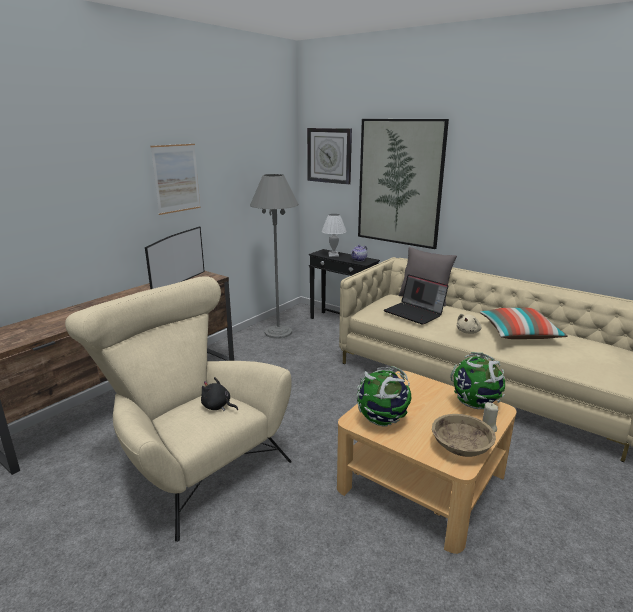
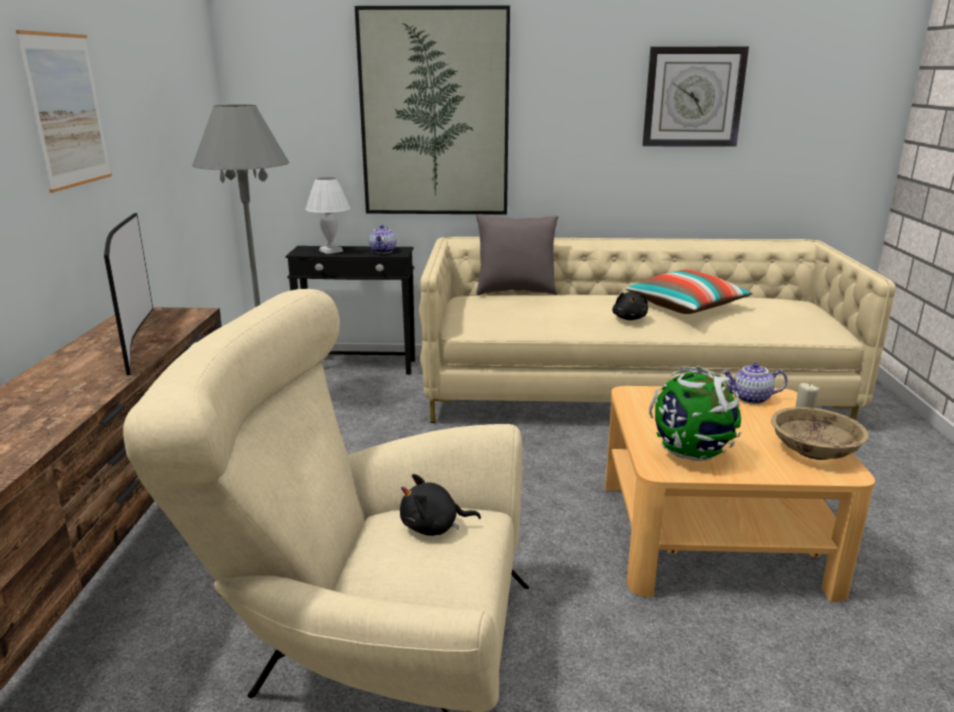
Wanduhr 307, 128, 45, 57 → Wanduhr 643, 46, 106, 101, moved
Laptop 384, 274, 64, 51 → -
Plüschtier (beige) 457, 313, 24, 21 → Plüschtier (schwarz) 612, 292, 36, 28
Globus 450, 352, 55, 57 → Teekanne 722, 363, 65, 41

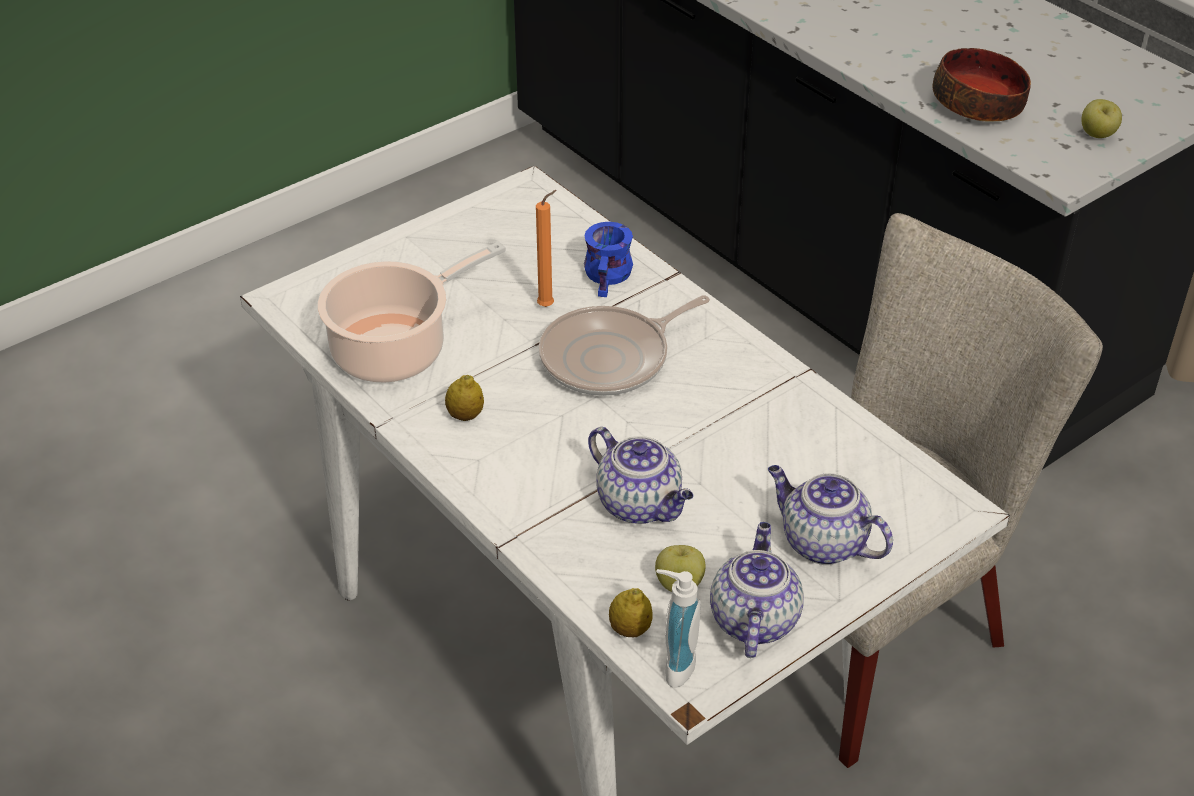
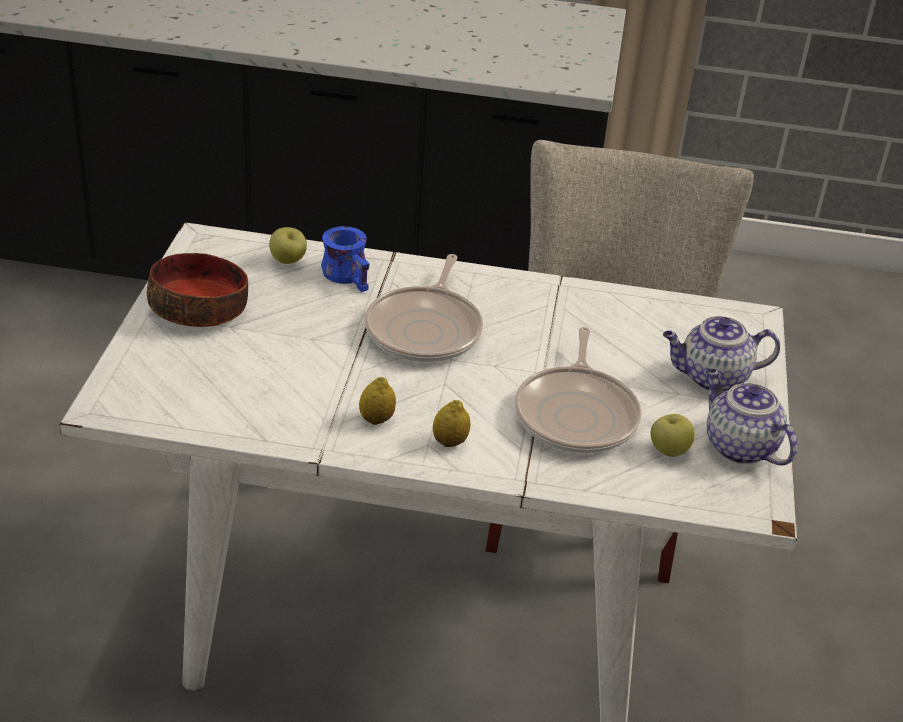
Schüssel 932, 48, 99, 73 → Schüssel 147, 253, 101, 74, moved
Apfel 1081, 99, 41, 39 → Apfel 269, 227, 38, 37, moved
Kerze (orange) 536, 190, 21, 117 → -
Kochtopf 317, 242, 189, 141 → -
Teekanne 588, 427, 105, 97 → Pfanne 515, 327, 127, 127
Seifenspender 656, 569, 45, 119 → -
Zitrone 609, 588, 44, 49 → Zitrone 433, 400, 37, 47, moved

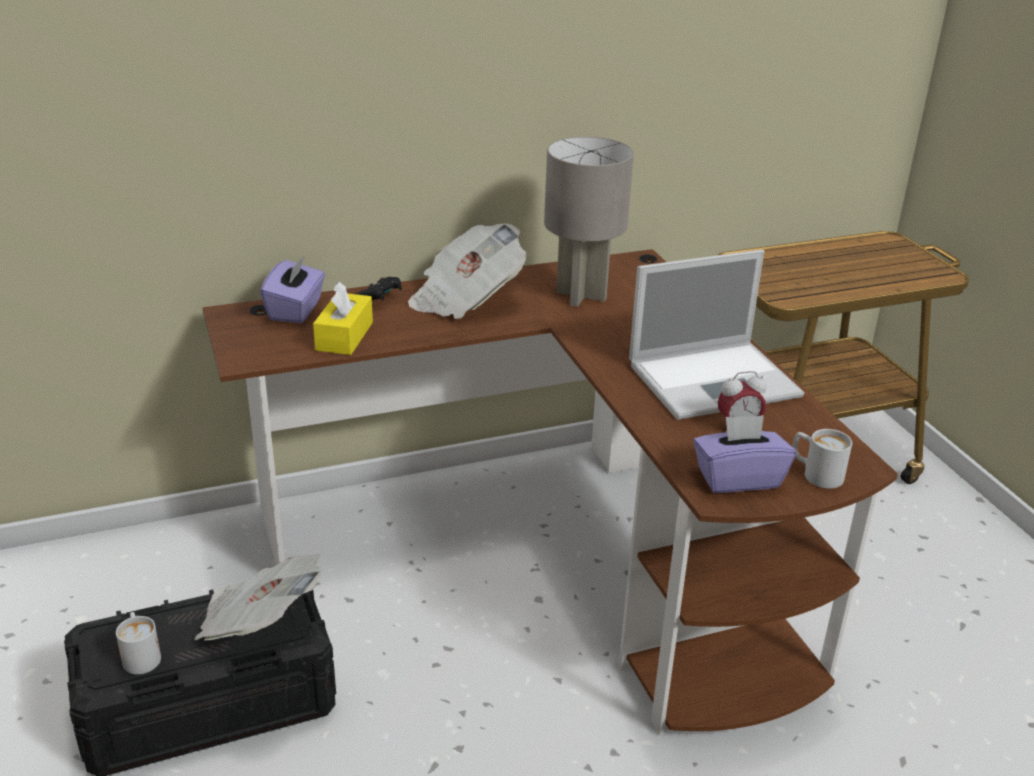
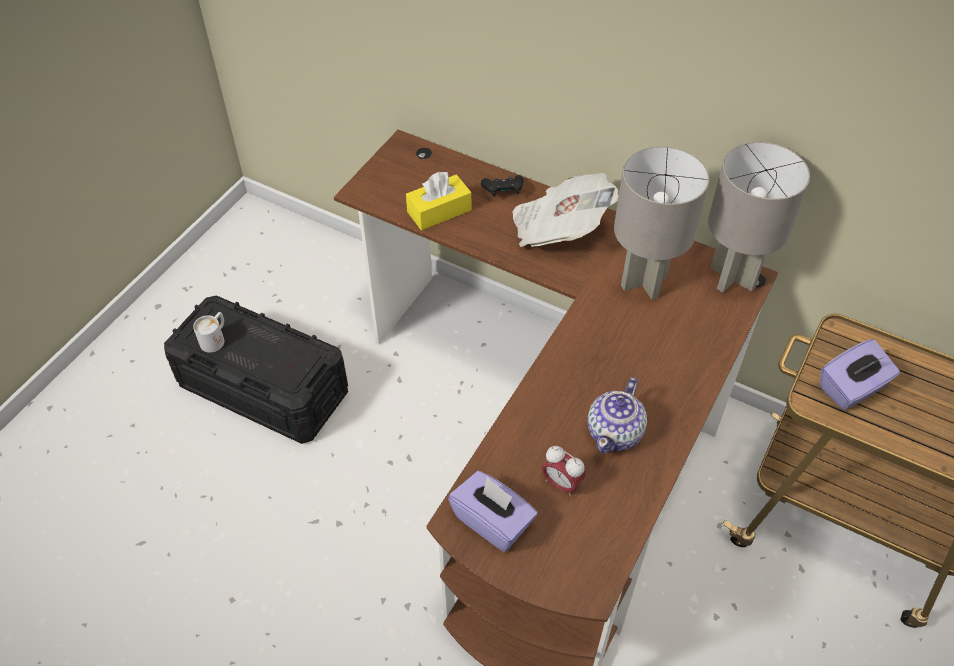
Laptop 629, 250, 175, 170 → Teekanne 587, 377, 60, 76
Taschentuchbox (lila) 260, 256, 65, 67 → Taschentuchbox (lila) 820, 339, 80, 71, moved
Henkelbecher (weiß) 793, 429, 59, 60 → -
Zeitung 194, 554, 127, 87 → -
- → Tischlampe (grau) 708, 142, 102, 150

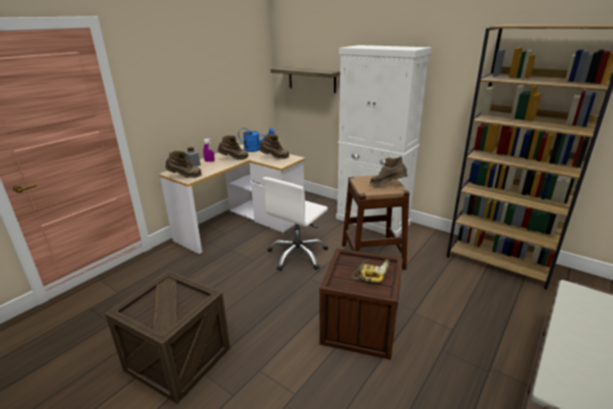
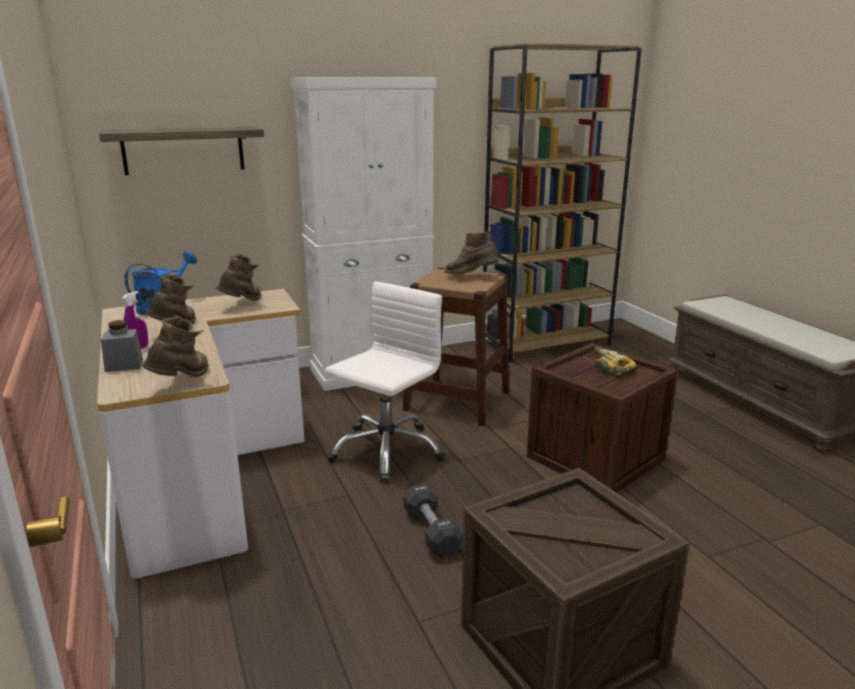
Stiefel (braun) 370, 156, 38, 28 → Stiefel (braun) 445, 231, 54, 43, 60 degrees clockwise
Bürostuhl (weiß) 263, 177, 65, 94 → Bürostuhl (weiß) 325, 282, 120, 201, 120 degrees counterclockwise
- → Hantel (schwarz) 403, 483, 60, 75

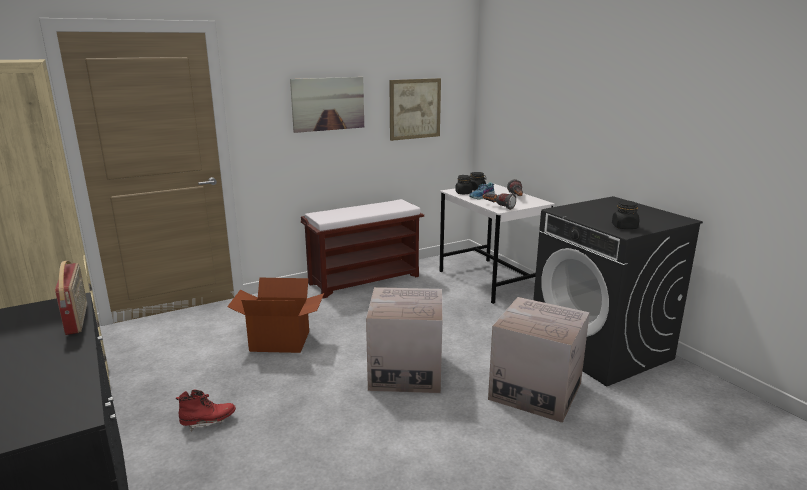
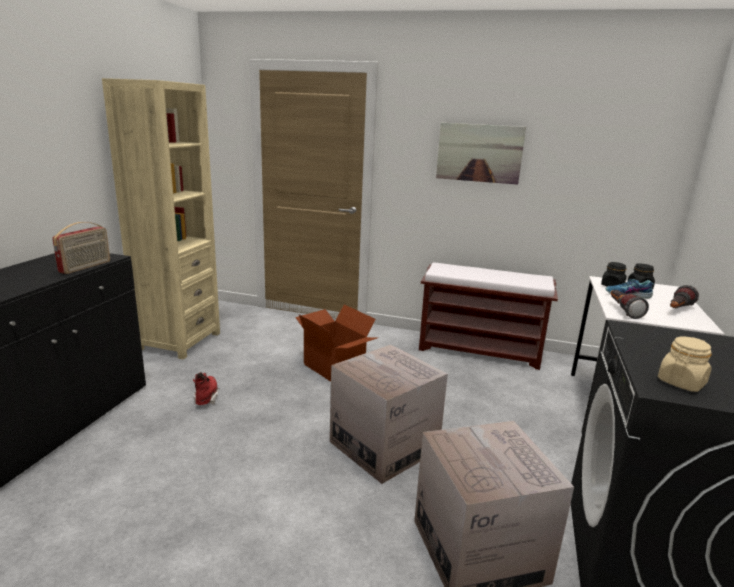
Bild 389, 78, 52, 63 → -
Vorratsglas (schwarz) 612, 200, 27, 29 → Vorratsglas (beige) 658, 336, 54, 56
Stiefel (rot) 176, 390, 60, 42 → Stiefel (rot) 193, 372, 27, 33, 120 degrees counterclockwise

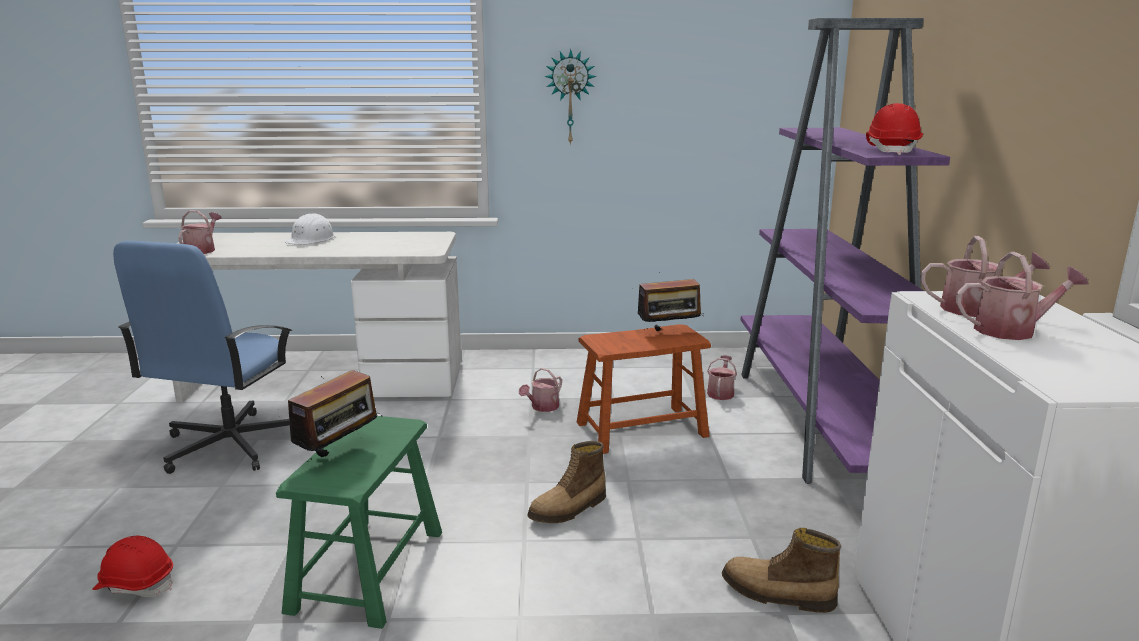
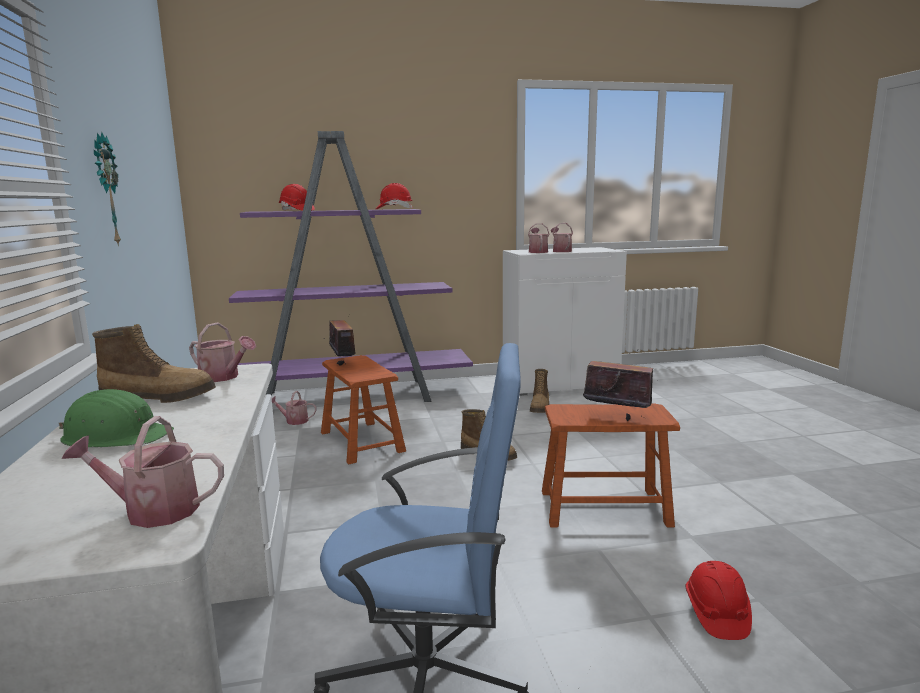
Schutzhelm (weiß) 285, 213, 50, 32 → Schutzhelm (grün) 59, 389, 115, 58
Gießkanne 519, 368, 43, 44 → Gießkanne 189, 323, 67, 59, moved
Hocker (grün) 276, 416, 166, 213 → Hocker (braun) 542, 404, 138, 124
- → Schutzhelm (rot) 279, 184, 36, 27
- → Stiefel 92, 324, 124, 79

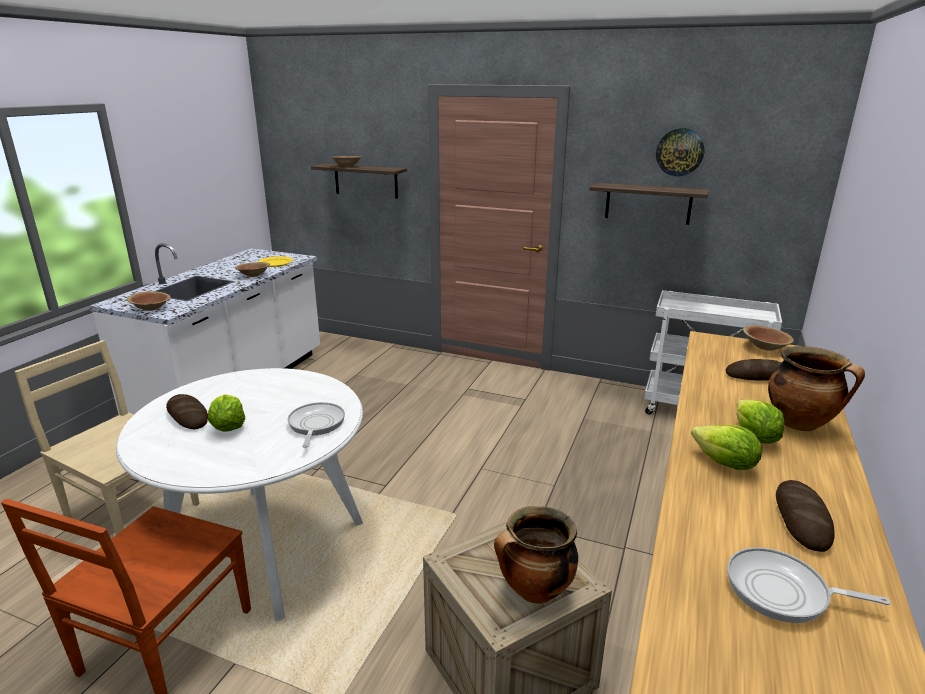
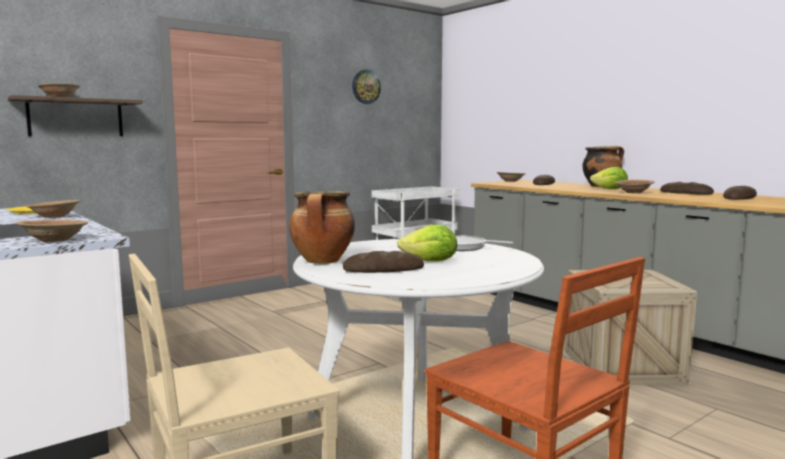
Wandregal 590, 183, 119, 42 → -
Salatkopf 691, 425, 71, 45 → Schüssel (braun) 615, 180, 39, 13
Kochtopf 494, 506, 84, 98 → Kochtopf 289, 191, 66, 73, moved
Pfanne 727, 547, 164, 76 → Brot 723, 186, 34, 14

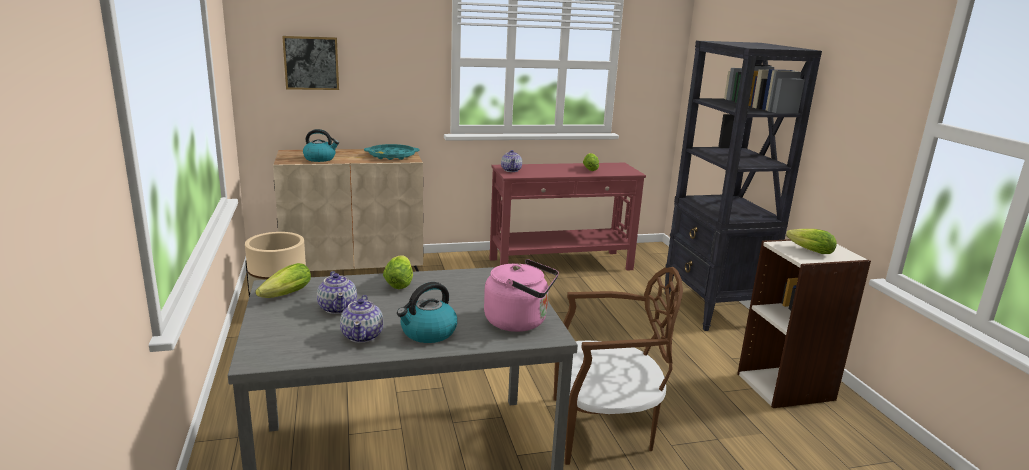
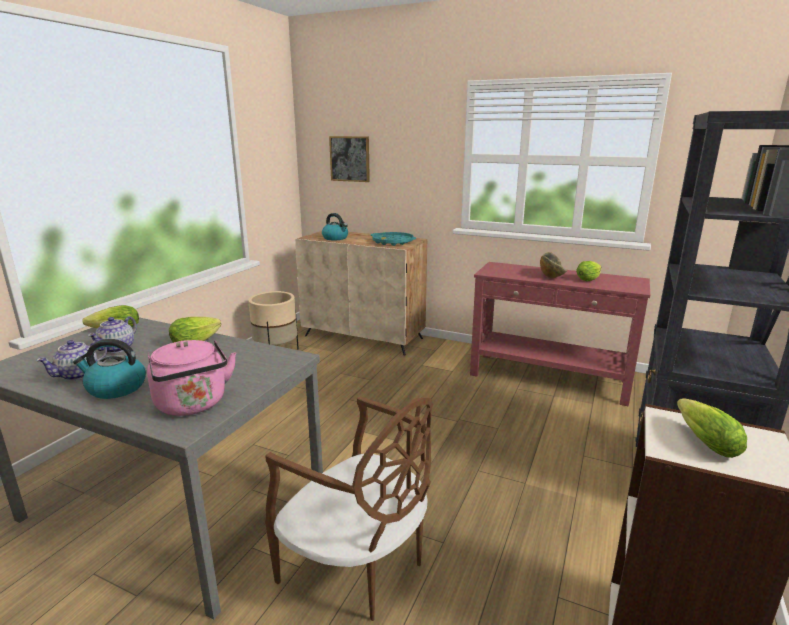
Teekanne 501, 150, 21, 22 → -
- → Schüssel 540, 252, 28, 26

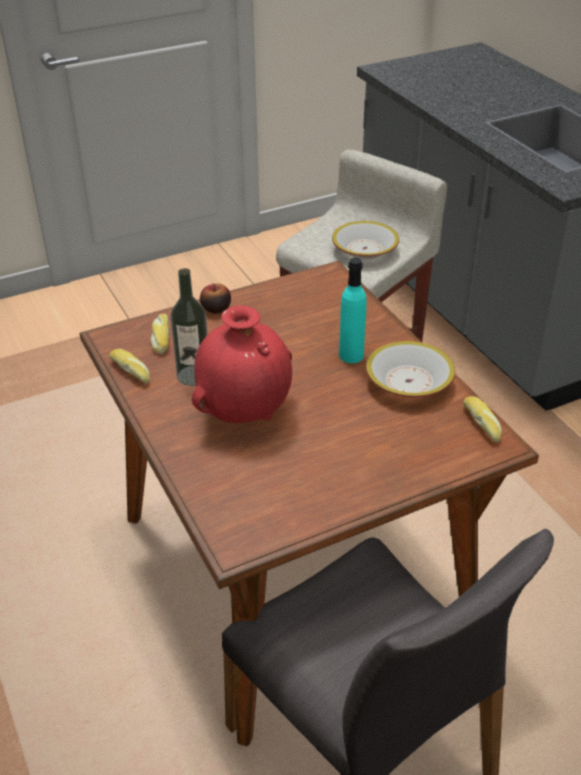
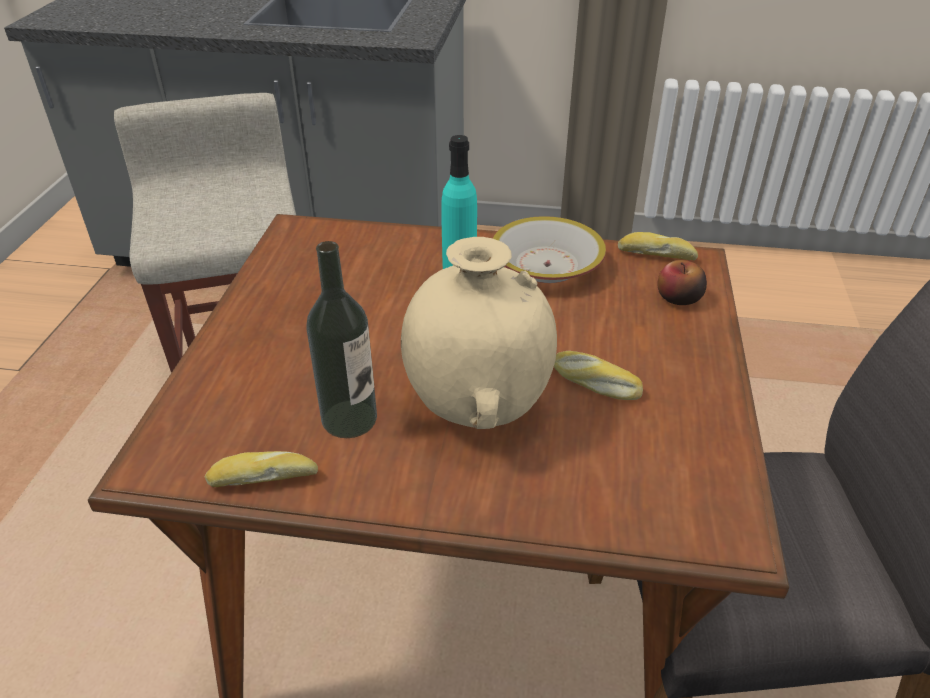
Schüssel 332, 221, 67, 38 → -
Apfel 200, 283, 31, 31 → Apfel 658, 260, 49, 45, moved
Vase (rot) 192, 306, 100, 117 → Vase (beige) 401, 237, 156, 192
Brot 151, 314, 18, 40 → Brot 554, 351, 89, 49, moved

